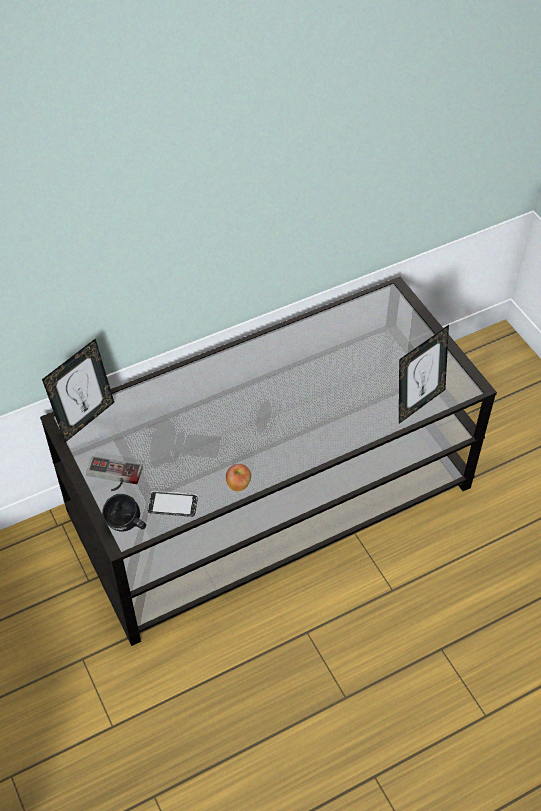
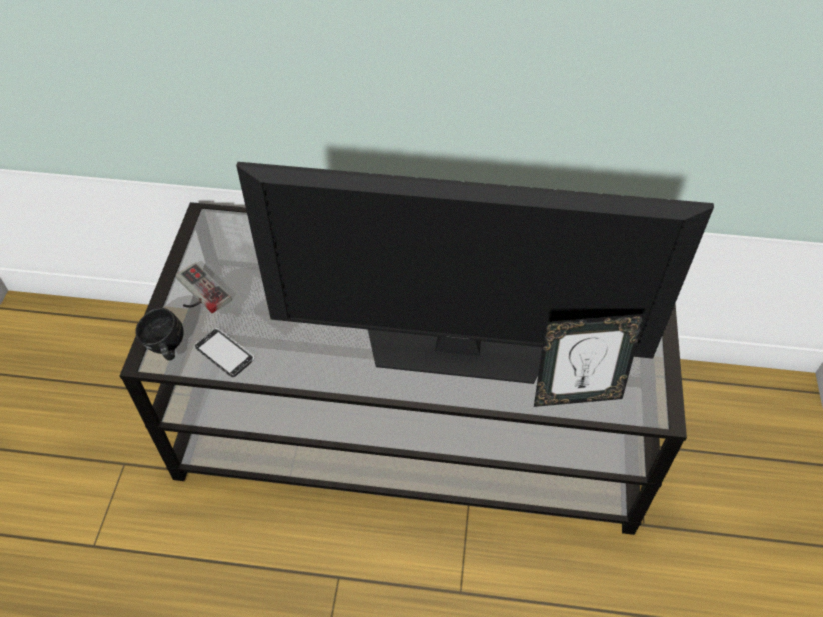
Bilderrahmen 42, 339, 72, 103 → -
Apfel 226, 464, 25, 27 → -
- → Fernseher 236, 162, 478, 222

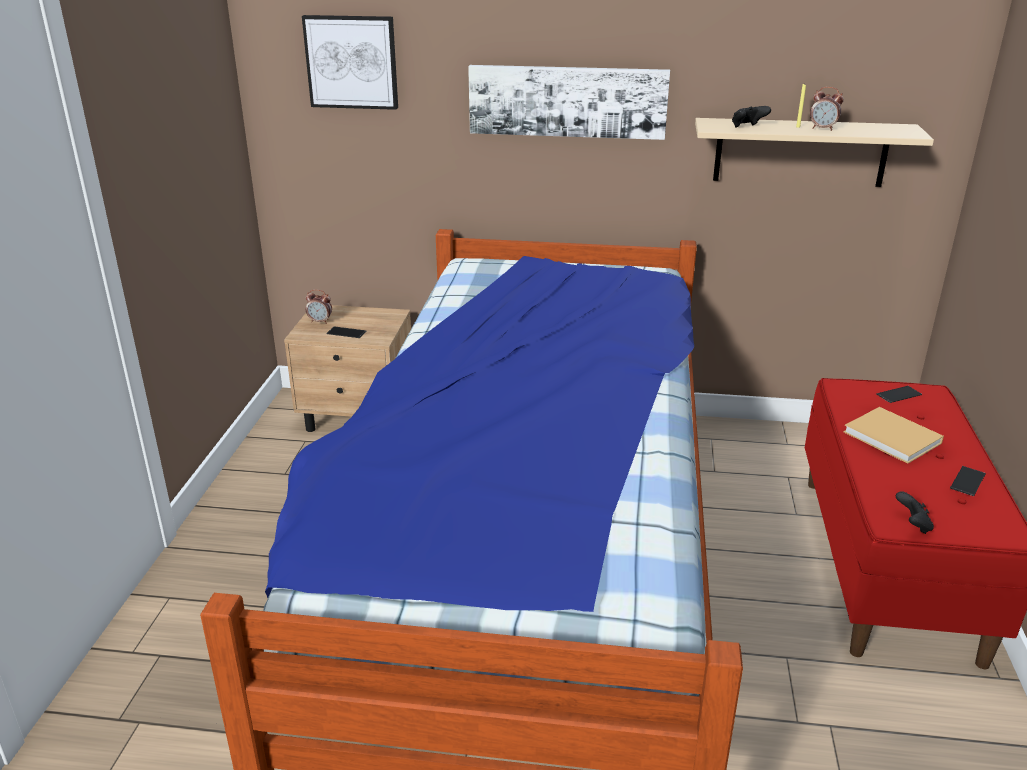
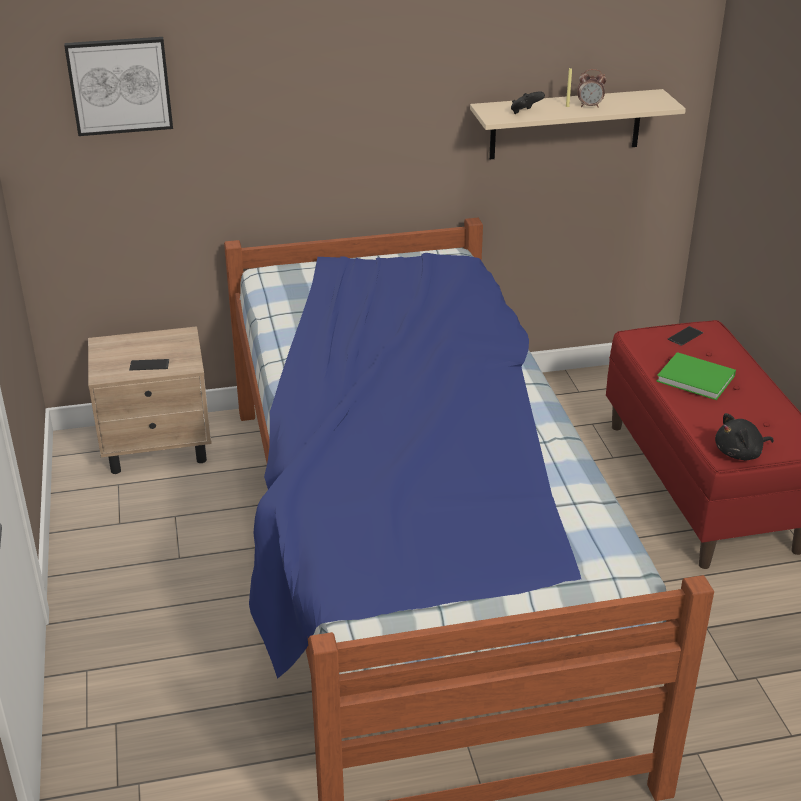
Bild 468, 65, 202, 75 → -
Wecker 306, 289, 26, 35 → -
Buch (beige) 844, 407, 100, 57 → Buch (grün) 656, 352, 80, 48
Handy 950, 466, 36, 30 → -
Gamepad (schwarz) 896, 491, 38, 43 → Plüschtier (schwarz) 715, 413, 59, 47

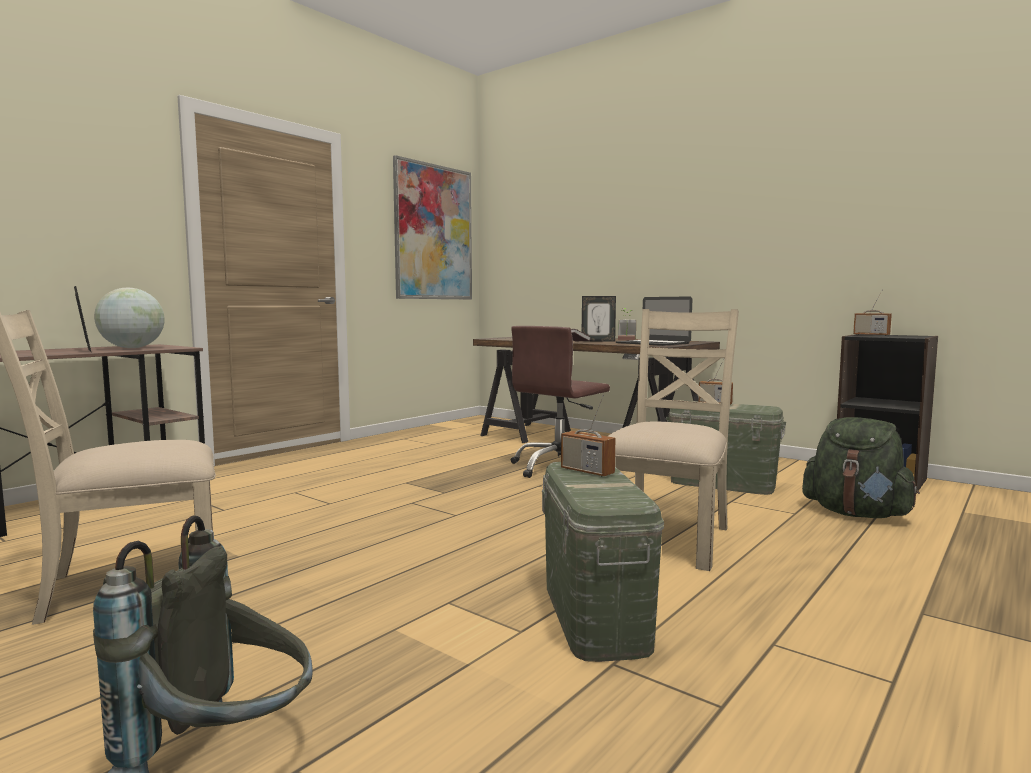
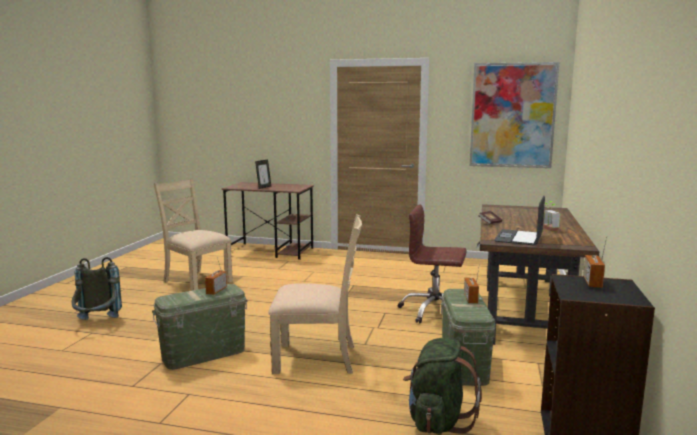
Globus 94, 288, 70, 60 → -
Bilderrahmen 582, 296, 34, 46 → -

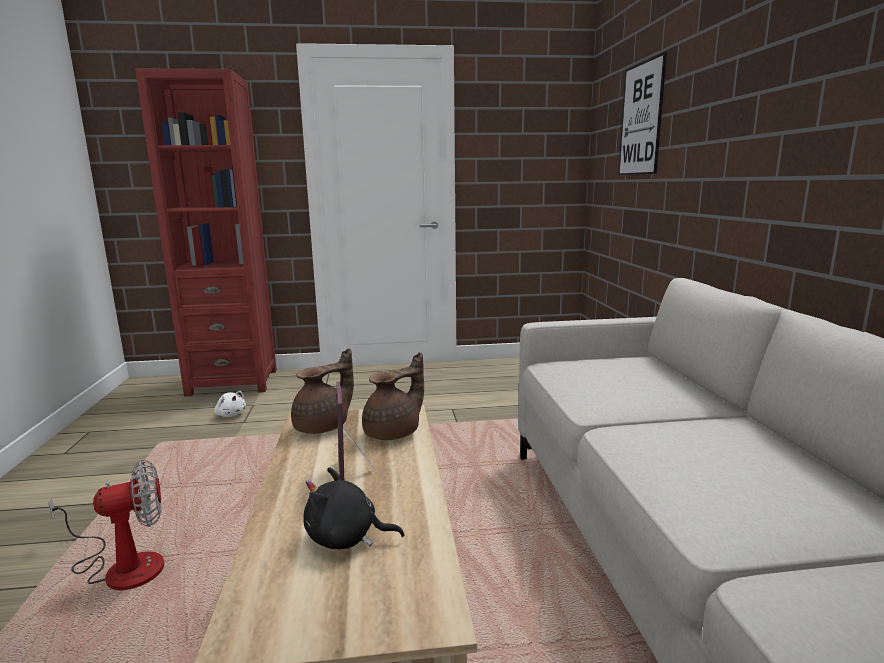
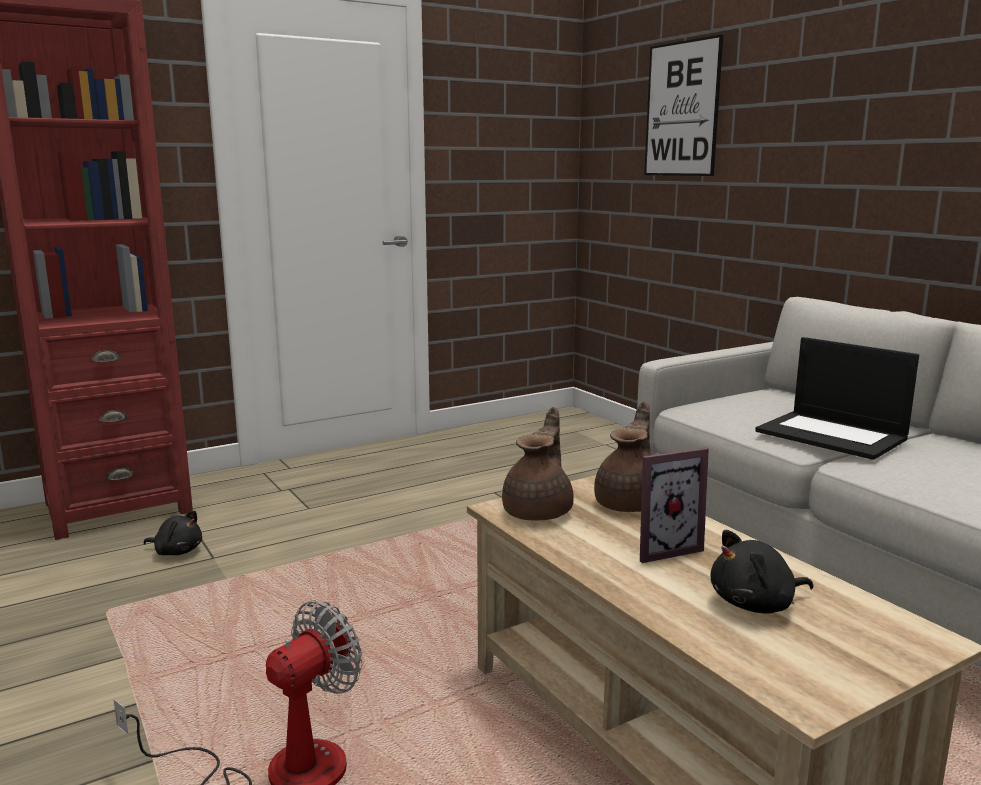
Bilderrahmen 336, 382, 39, 99 → Bilderrahmen 640, 448, 69, 115, 75 degrees counterclockwise
Plüschtier (weiß) 214, 391, 32, 26 → Plüschtier (schwarz) 144, 511, 58, 44
- → Laptop 755, 337, 164, 123

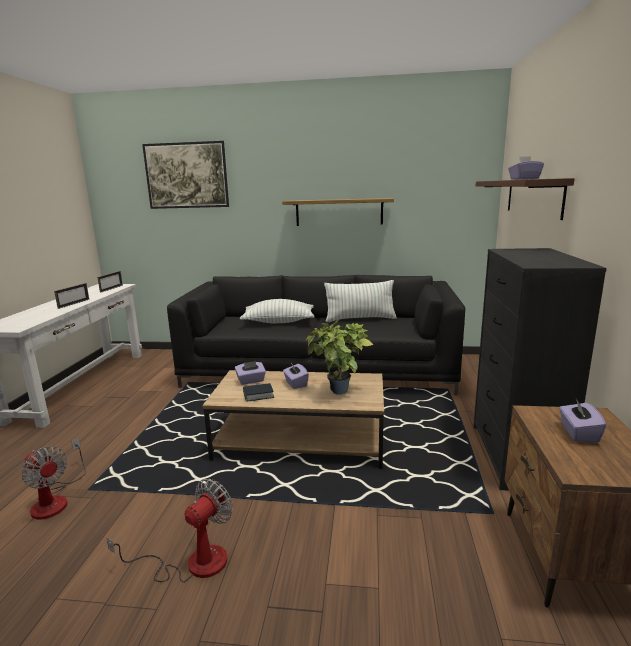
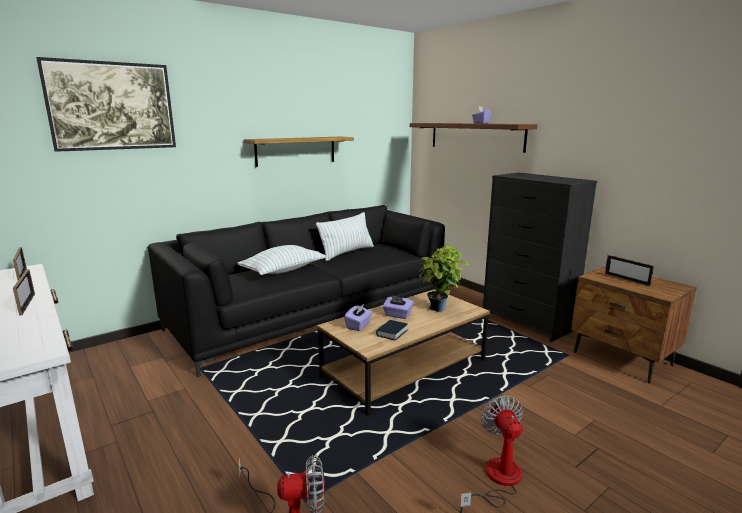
Taschentuchbox (lila) 559, 399, 47, 44 → Bilderrahmen 605, 255, 50, 32

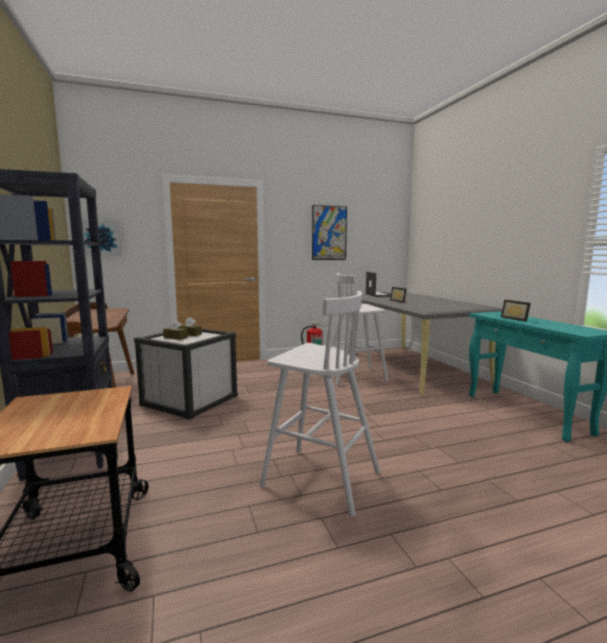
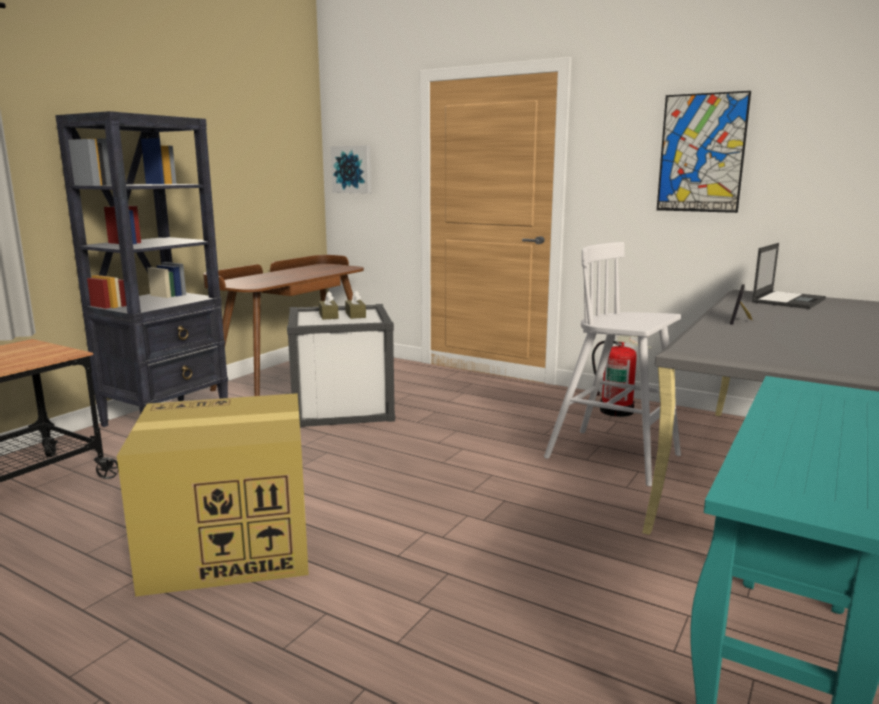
Hocker (weiß) 260, 291, 120, 226 → Karton 117, 393, 192, 204
Bilderrahmen 501, 300, 30, 22 → -

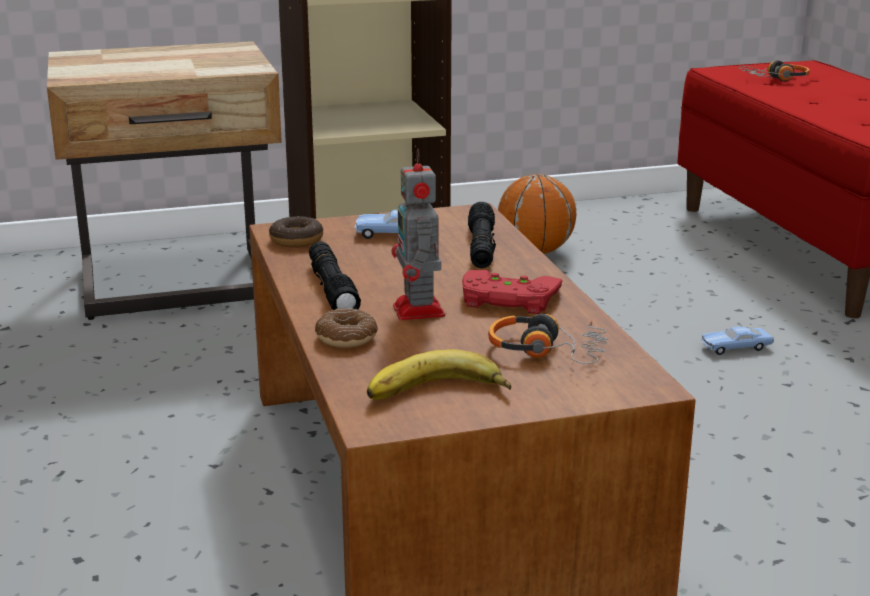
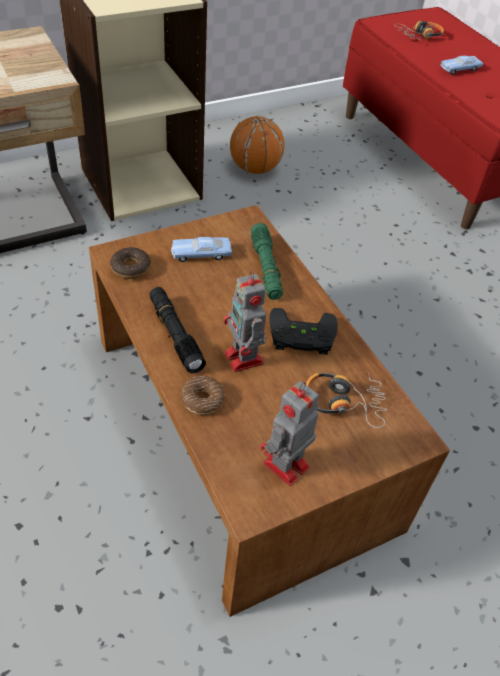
Taschenlampe (schwarz) 468, 202, 28, 66 → Taschenlampe (grün) 251, 223, 32, 77
Gamepad (rot) 462, 270, 100, 44 → Gamepad (schwarz) 269, 308, 69, 47
Spielzeugauto (blau) 701, 327, 73, 28 → Spielzeugauto (blau) 440, 56, 43, 19, moved
Banane 367, 349, 144, 50 → Spielzeugroboter 260, 381, 59, 105

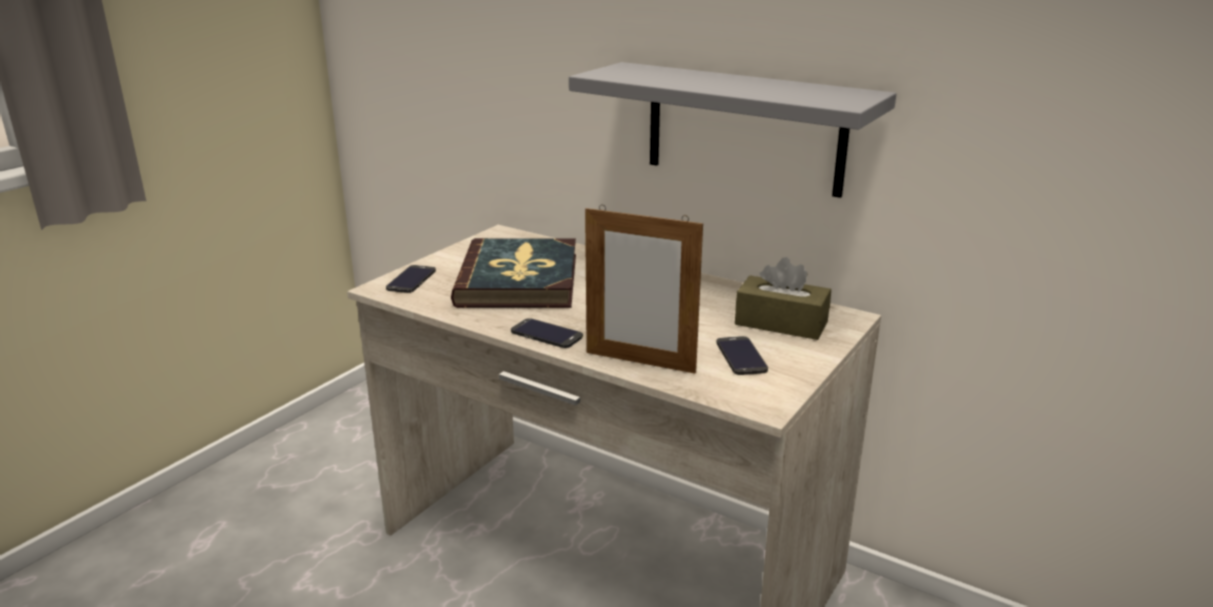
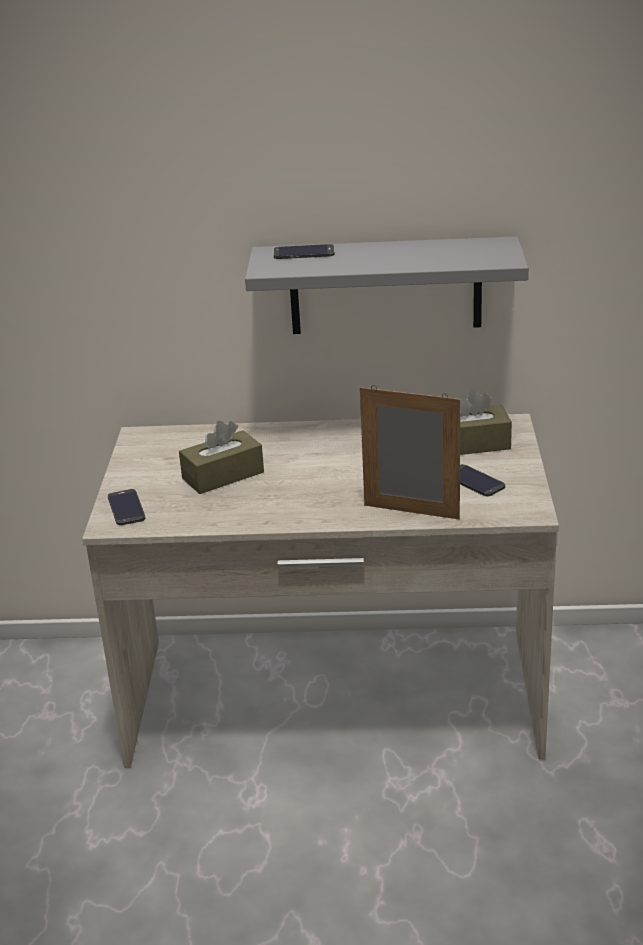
Bilderrahmen 585, 205, 118, 169 → Bilderrahmen 360, 385, 100, 134, 150 degrees counterclockwise
Buch 451, 238, 125, 70 → Taschentuchbox (braun) 179, 421, 85, 73
Handy 511, 318, 72, 30 → Handy 274, 244, 60, 15, moved

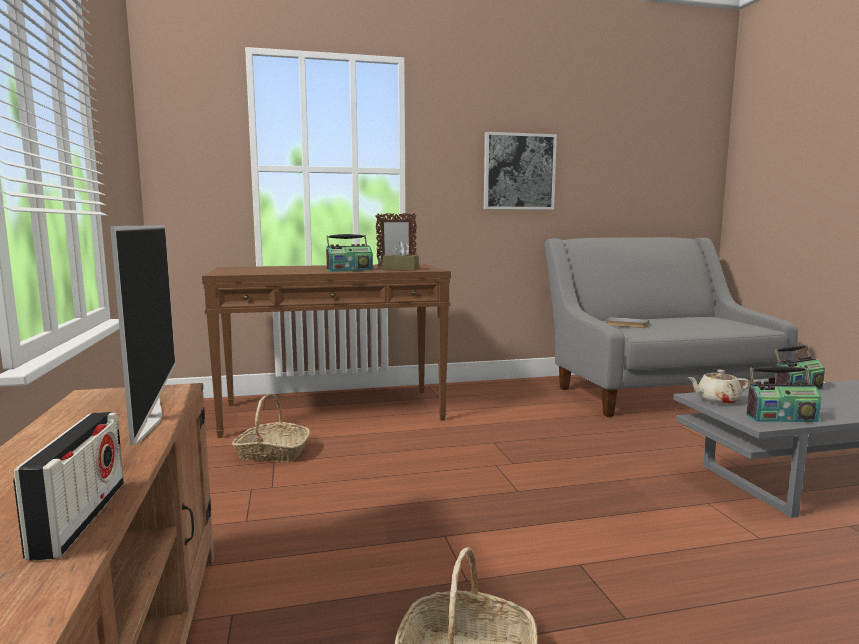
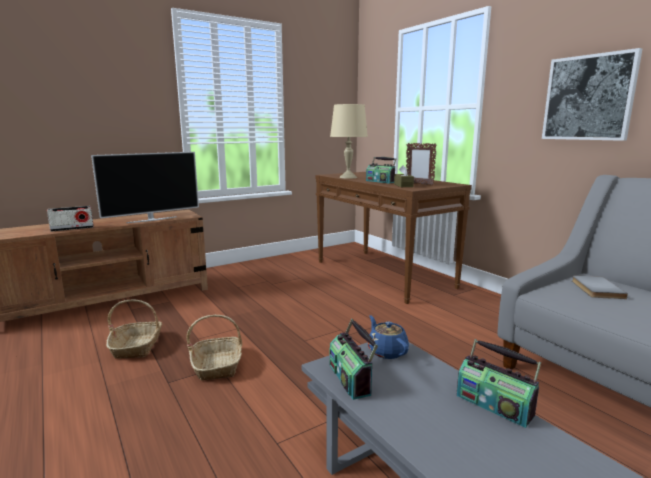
Teekanne (beige) 688, 370, 61, 34 → Teekanne (blau) 368, 315, 41, 44
Korb 232, 393, 78, 69 → Korb 186, 315, 56, 65, moved
- → Tischlampe (beige) 330, 104, 38, 75

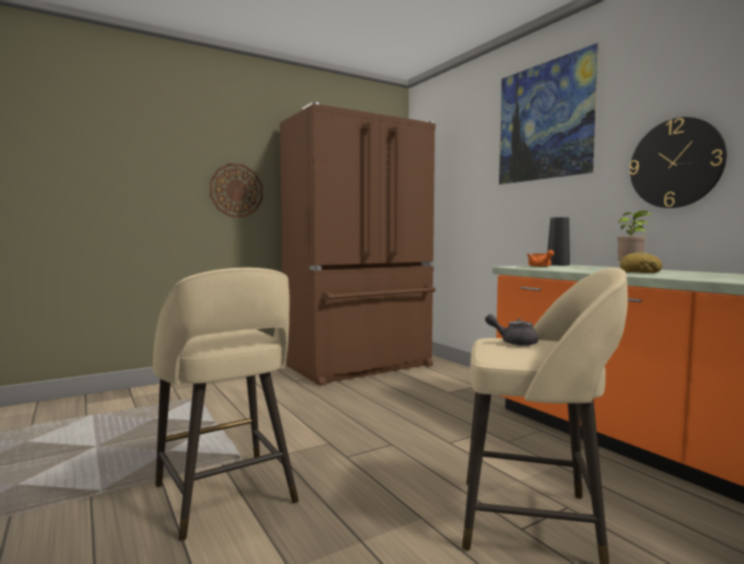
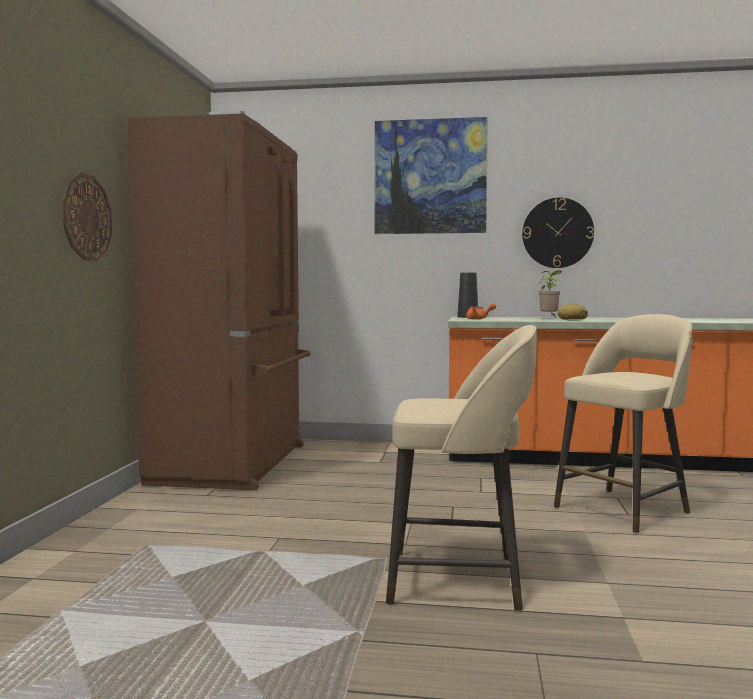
Teekanne (grau) 485, 314, 53, 32 → -

